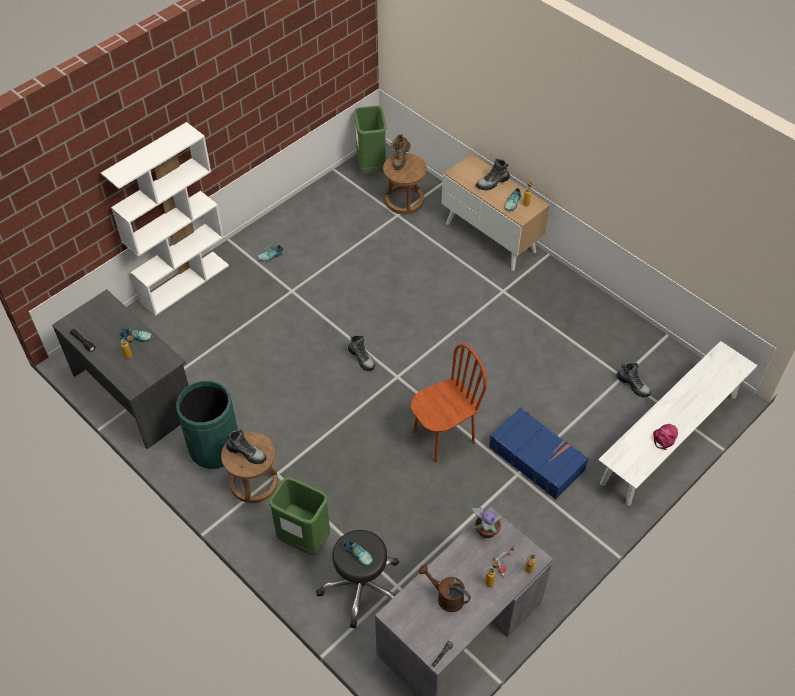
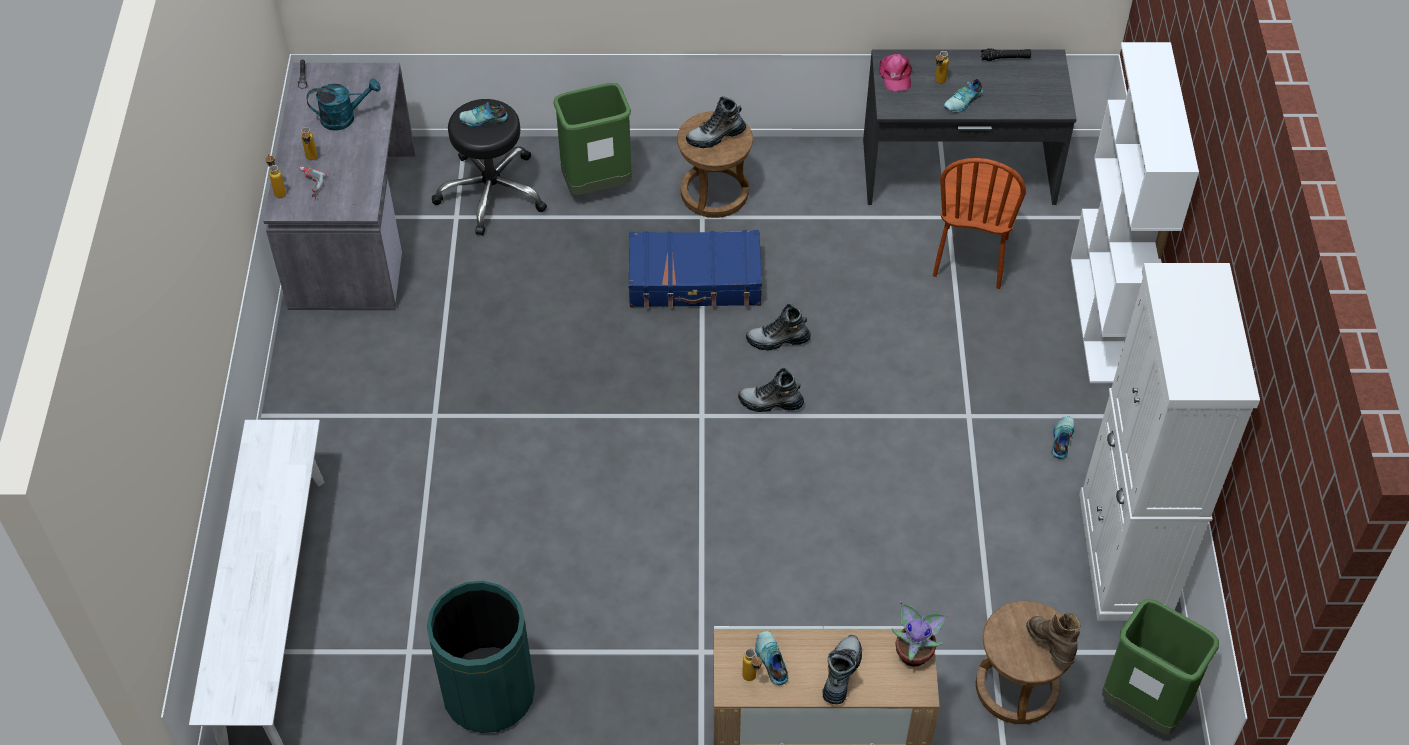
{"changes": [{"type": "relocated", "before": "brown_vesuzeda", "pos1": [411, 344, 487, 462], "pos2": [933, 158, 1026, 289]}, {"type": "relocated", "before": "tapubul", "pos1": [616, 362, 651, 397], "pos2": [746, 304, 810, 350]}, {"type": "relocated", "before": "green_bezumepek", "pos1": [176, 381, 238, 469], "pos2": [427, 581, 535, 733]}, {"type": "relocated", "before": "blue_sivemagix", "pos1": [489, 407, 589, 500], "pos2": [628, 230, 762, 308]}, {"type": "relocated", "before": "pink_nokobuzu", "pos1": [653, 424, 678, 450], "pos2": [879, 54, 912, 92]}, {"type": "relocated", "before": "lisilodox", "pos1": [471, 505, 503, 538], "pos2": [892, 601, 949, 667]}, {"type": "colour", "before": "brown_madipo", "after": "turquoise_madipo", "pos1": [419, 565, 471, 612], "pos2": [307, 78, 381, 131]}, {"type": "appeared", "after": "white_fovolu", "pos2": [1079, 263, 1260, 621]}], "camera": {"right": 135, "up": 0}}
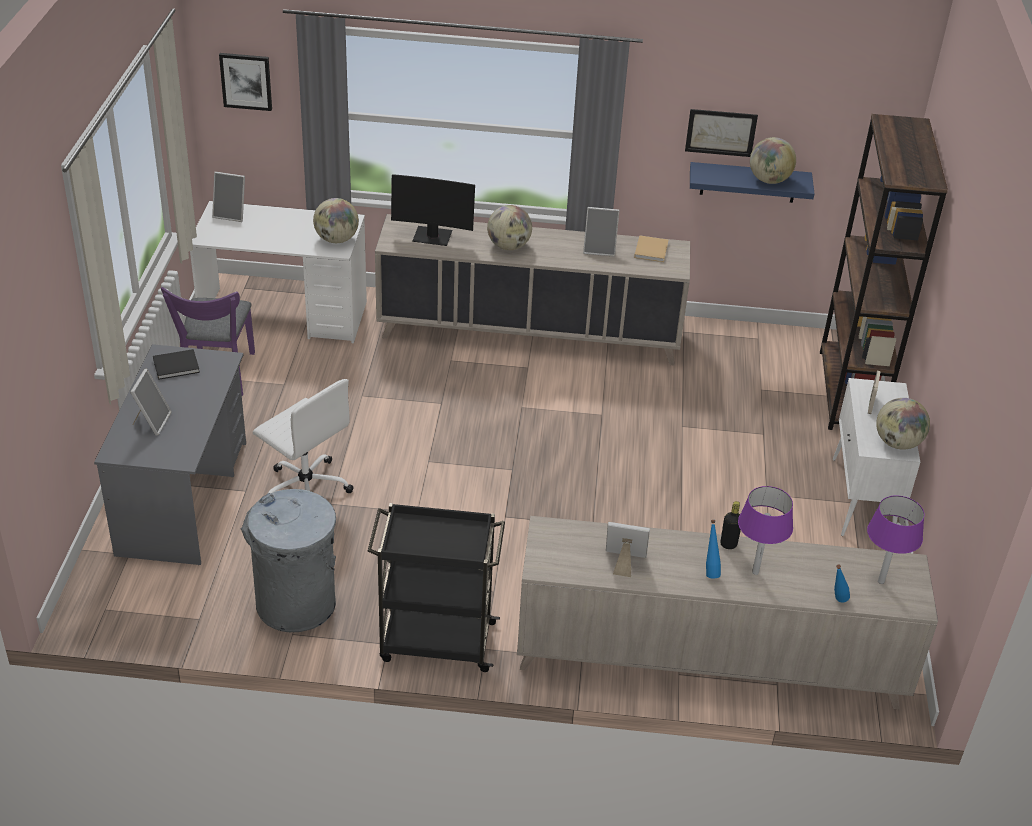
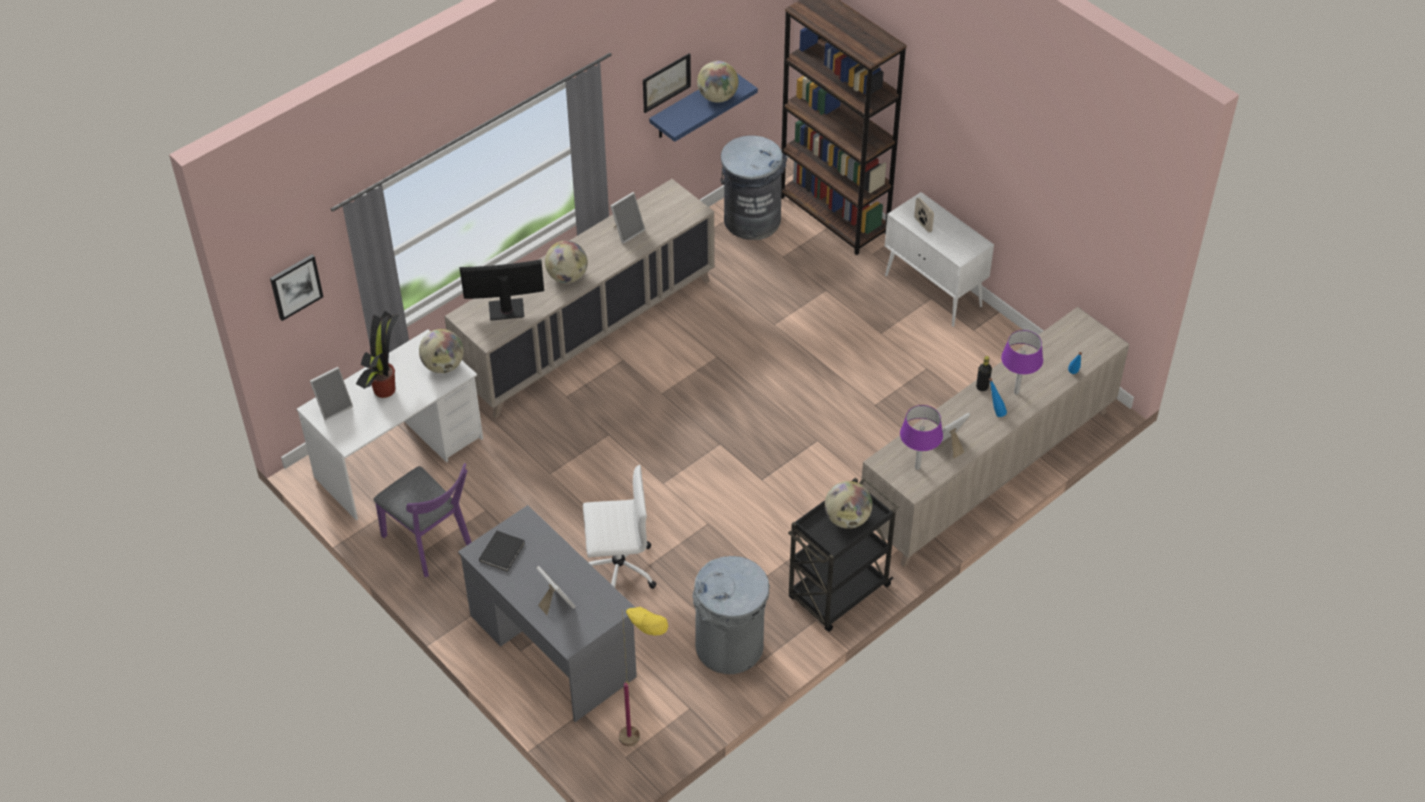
{"changes": [{"type": "spun", "before": "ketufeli", "pos1": [391, 174, 475, 246], "pos2": [459, 259, 544, 320], "turn": -150}, {"type": "missing", "before": "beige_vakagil", "pos1": [634, 235, 668, 262]}, {"type": "relocated", "before": "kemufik", "pos1": [876, 398, 930, 450], "pos2": [825, 481, 872, 529]}, {"type": "relocated", "before": "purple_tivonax", "pos1": [867, 495, 925, 584], "pos2": [900, 405, 943, 470]}, {"type": "appeared", "after": "grey_bezumepek", "pos2": [721, 135, 787, 240]}, {"type": "appeared", "after": "lisilodox", "pos2": [356, 311, 399, 398]}, {"type": "appeared", "after": "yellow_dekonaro", "pos2": [619, 607, 668, 746]}], "camera": {"right": -45, "up": 10}}
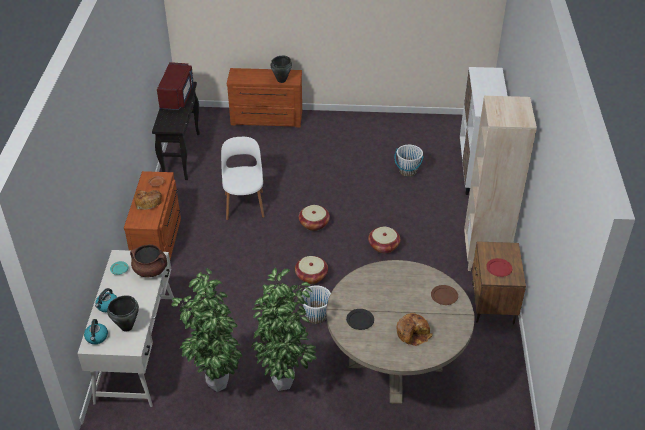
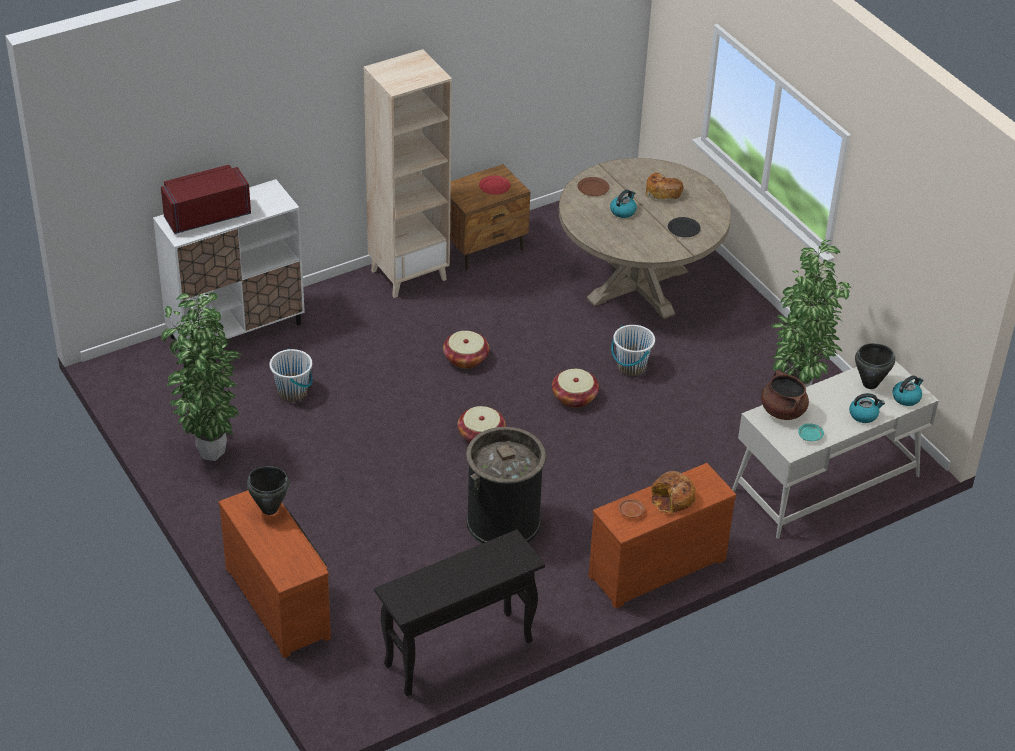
{"changes": [{"type": "relocated", "before": "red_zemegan", "pos1": [157, 62, 194, 110], "pos2": [161, 165, 251, 234]}, {"type": "exchanged", "before": "white_vesuzeda", "after": "black_bezumepek", "pos1": [221, 137, 265, 220], "pos2": [466, 427, 546, 544]}, {"type": "relocated", "before": "lisilodox", "pos1": [251, 268, 317, 391], "pos2": [161, 292, 242, 461]}, {"type": "appeared", "after": "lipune", "pos2": [610, 189, 637, 218]}], "camera": {"right": -125, "up": 0}}
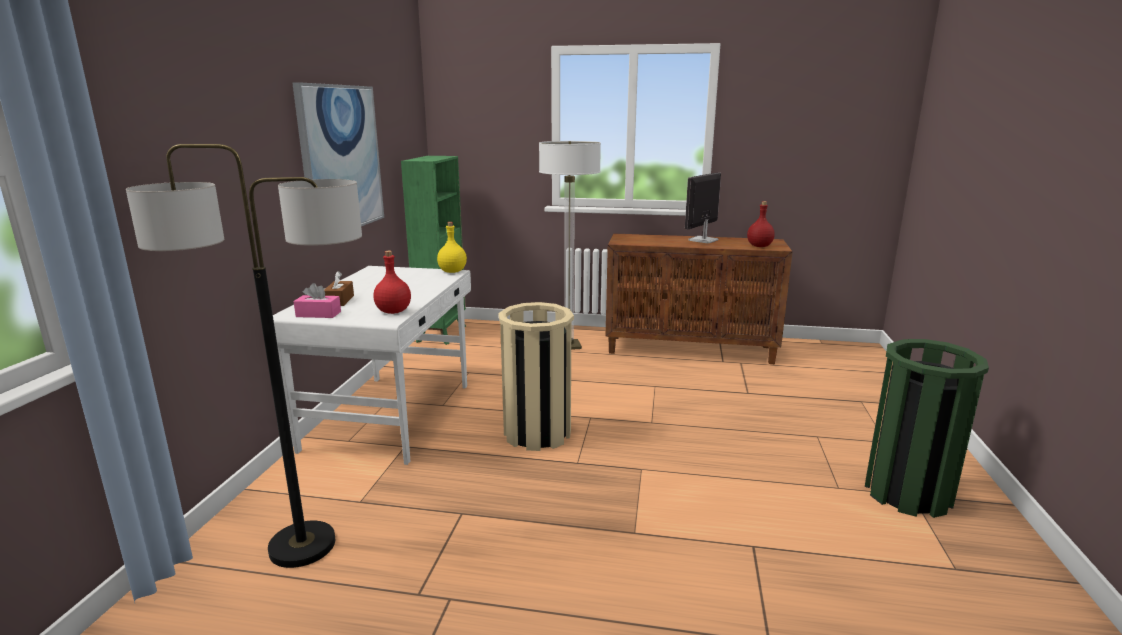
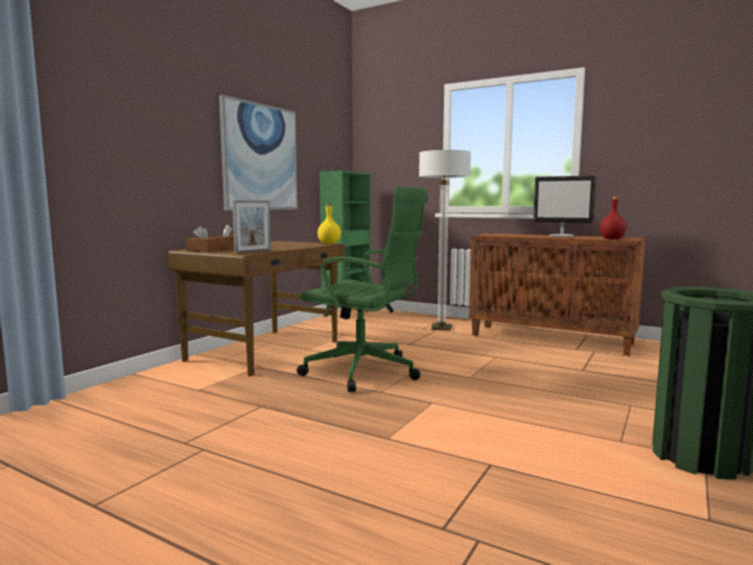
{"changes": [{"type": "missing", "before": "dekonaro", "pos1": [126, 144, 362, 568]}, {"type": "spun", "before": "ketufeli", "pos1": [685, 172, 721, 243], "pos2": [533, 175, 596, 237], "turn": -120}, {"type": "exchanged", "before": "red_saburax", "after": "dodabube", "pos1": [373, 251, 411, 314], "pos2": [232, 200, 271, 253]}, {"type": "colour", "before": "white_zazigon", "after": "brown_zazigon", "pos1": [273, 266, 471, 465], "pos2": [168, 241, 345, 376]}, {"type": "colour", "before": "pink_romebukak", "after": "brown_romebukak", "pos1": [294, 283, 341, 318], "pos2": [186, 226, 219, 252]}, {"type": "exchanged", "before": "beige_bezumepek", "after": "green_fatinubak", "pos1": [498, 302, 574, 451], "pos2": [297, 186, 428, 392]}], "camera": {"right": 20, "up": -10}}
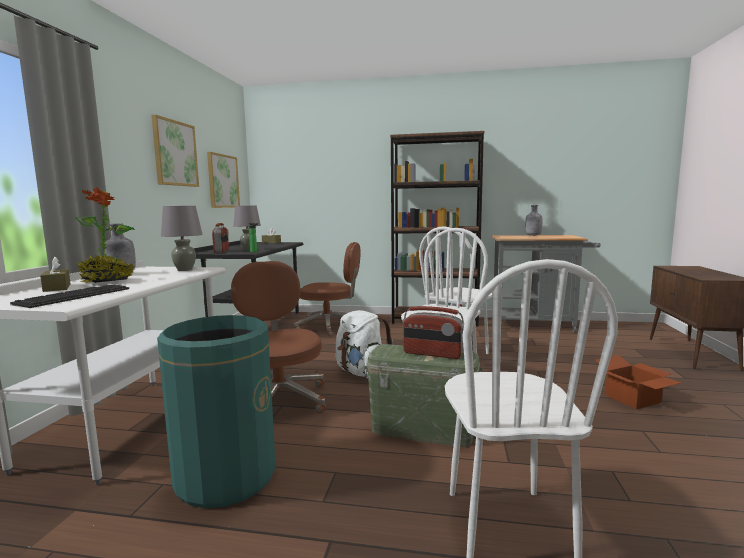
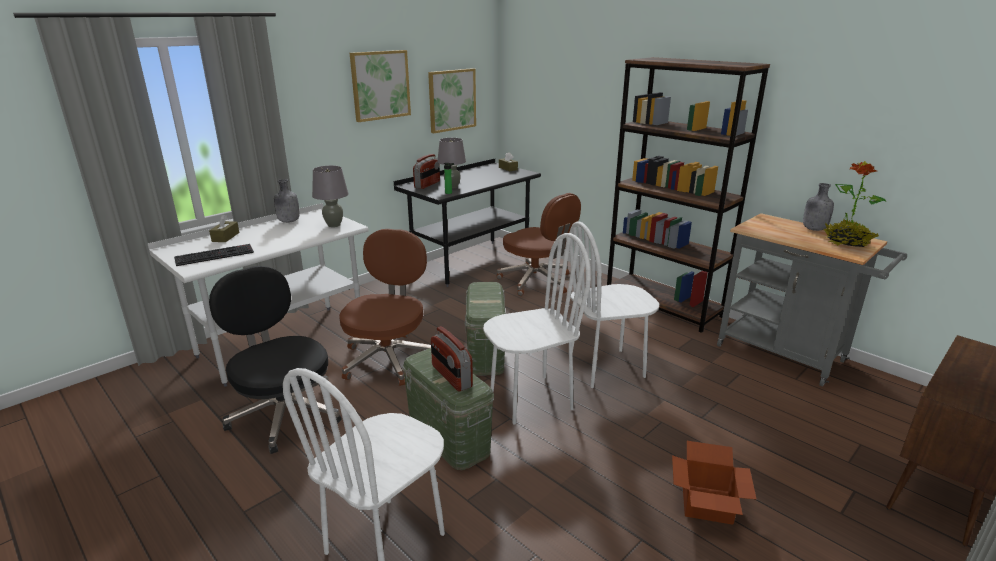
{"changes": [{"type": "relocated", "before": "lisilodox", "pos1": [75, 187, 135, 283], "pos2": [824, 161, 886, 247]}, {"type": "exchanged", "before": "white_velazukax", "after": "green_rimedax", "pos1": [336, 310, 393, 377], "pos2": [465, 282, 506, 376]}, {"type": "exchanged", "before": "green_bezumepek", "after": "black_fatinubak", "pos1": [157, 315, 276, 508], "pos2": [209, 266, 342, 454]}], "camera": {"right": 35, "up": 15}}
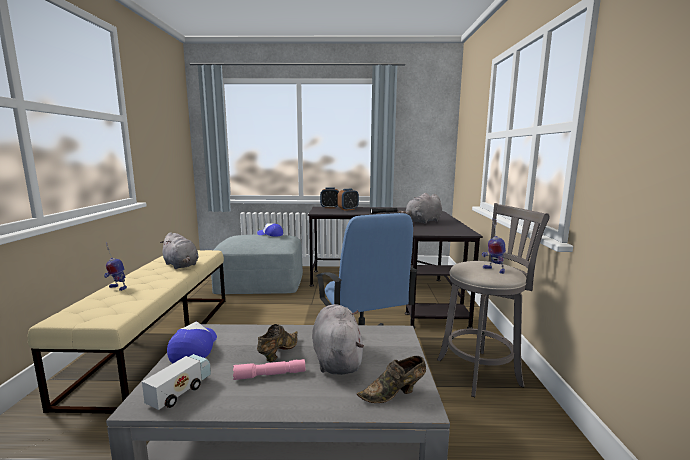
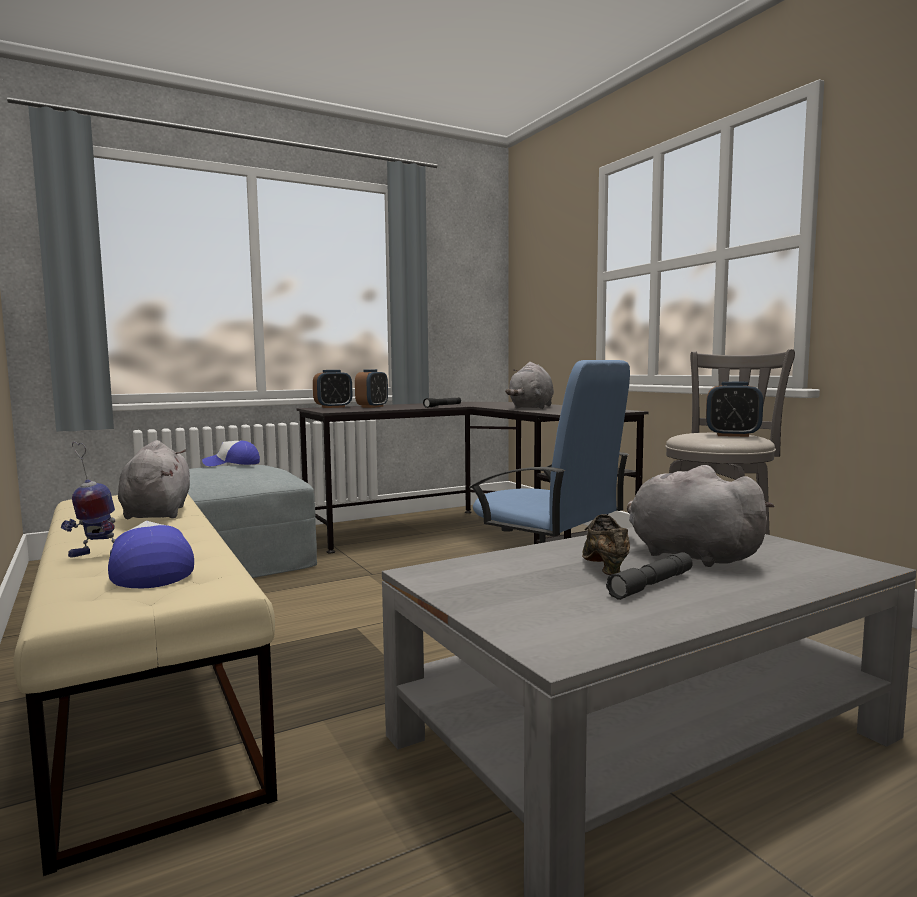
{"changes": [{"type": "exchanged", "before": "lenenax", "after": "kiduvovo", "pos1": [481, 218, 506, 274], "pos2": [706, 382, 763, 437]}, {"type": "spun", "before": "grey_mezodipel", "pos1": [160, 232, 198, 269], "pos2": [118, 440, 190, 519], "turn": -120}, {"type": "relocated", "before": "nokobuzu", "pos1": [167, 322, 217, 363], "pos2": [108, 521, 194, 588]}, {"type": "missing", "before": "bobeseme", "pos1": [142, 354, 211, 410]}, {"type": "missing", "before": "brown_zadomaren", "pos1": [357, 356, 426, 403]}, {"type": "colour", "before": "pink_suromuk", "after": "grey_suromuk", "pos1": [233, 359, 305, 380], "pos2": [606, 552, 693, 600]}], "camera": {"right": -30, "up": -5}}
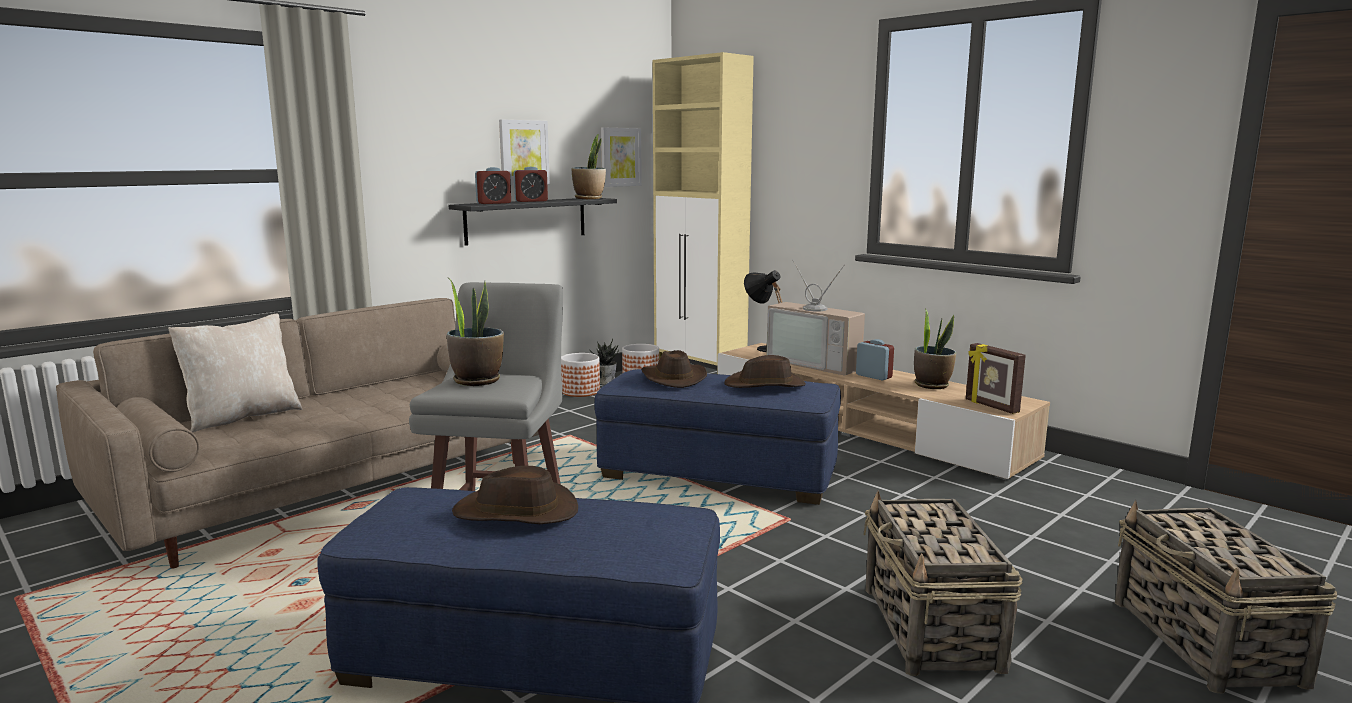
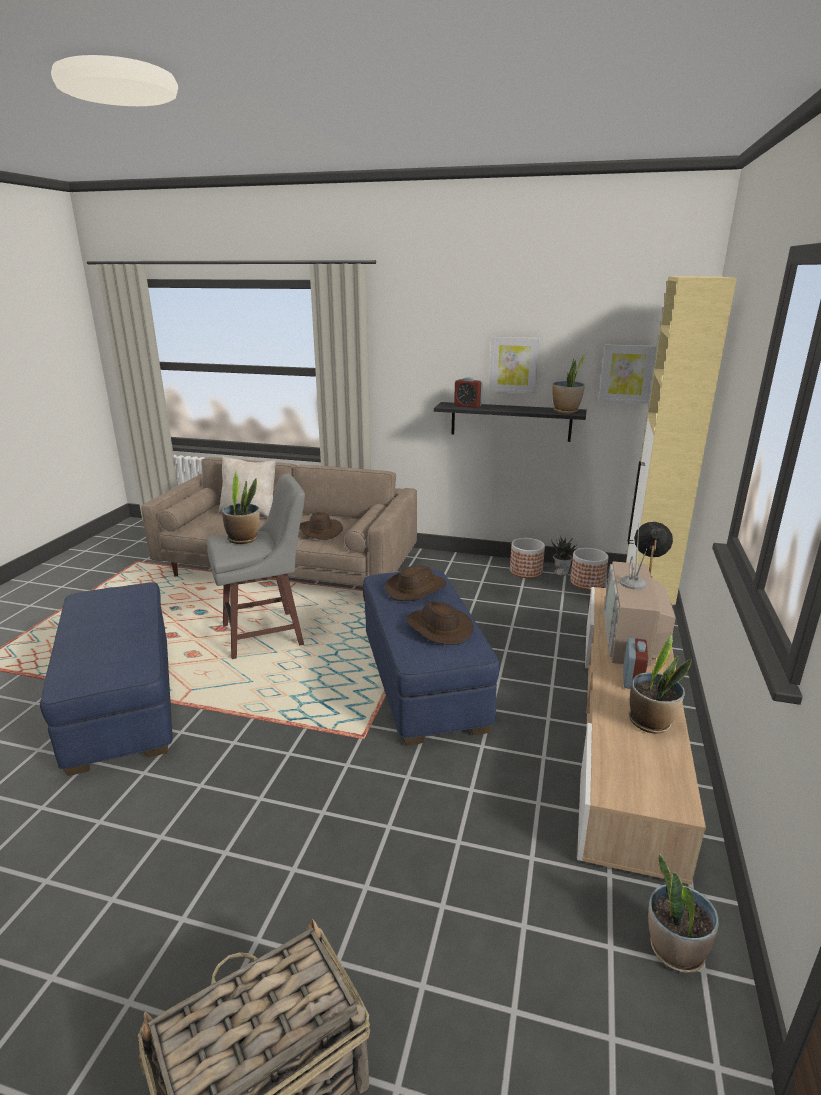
{"changes": [{"type": "missing", "before": "kiduvovo", "pos1": [513, 167, 548, 202]}, {"type": "missing", "before": "dodabube", "pos1": [966, 343, 1026, 414]}, {"type": "relocated", "before": "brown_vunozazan", "pos1": [452, 466, 578, 524], "pos2": [299, 512, 343, 540]}, {"type": "missing", "before": "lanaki", "pos1": [863, 491, 1023, 676]}, {"type": "appeared", "after": "lisilodox", "pos2": [648, 855, 719, 973]}], "camera": {"right": 60, "up": 10}}
